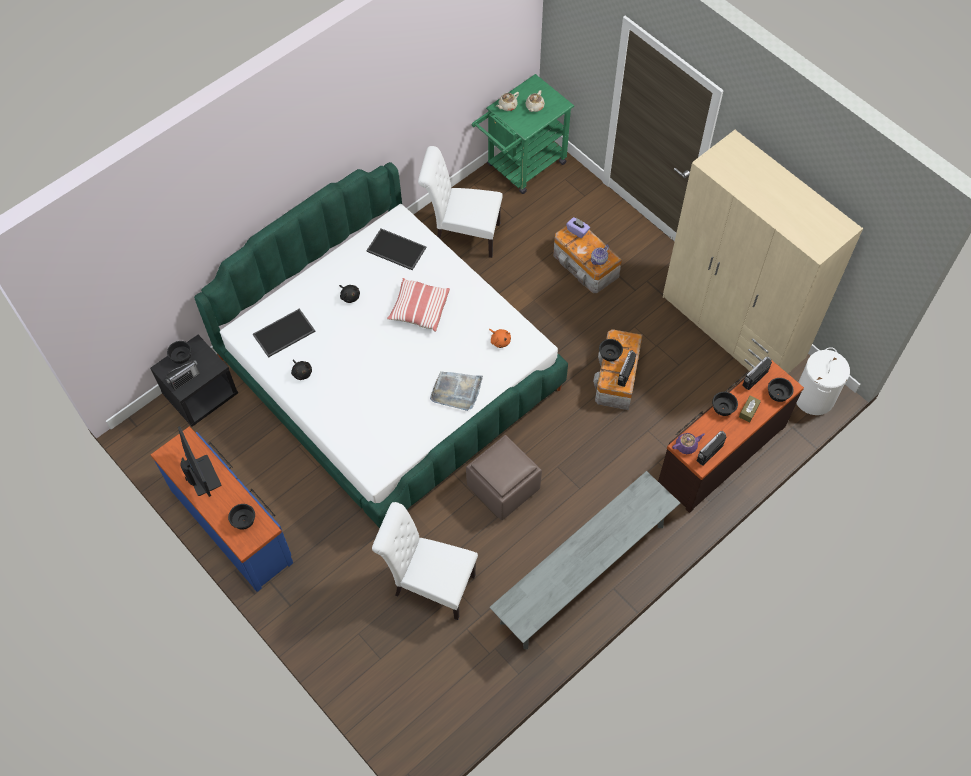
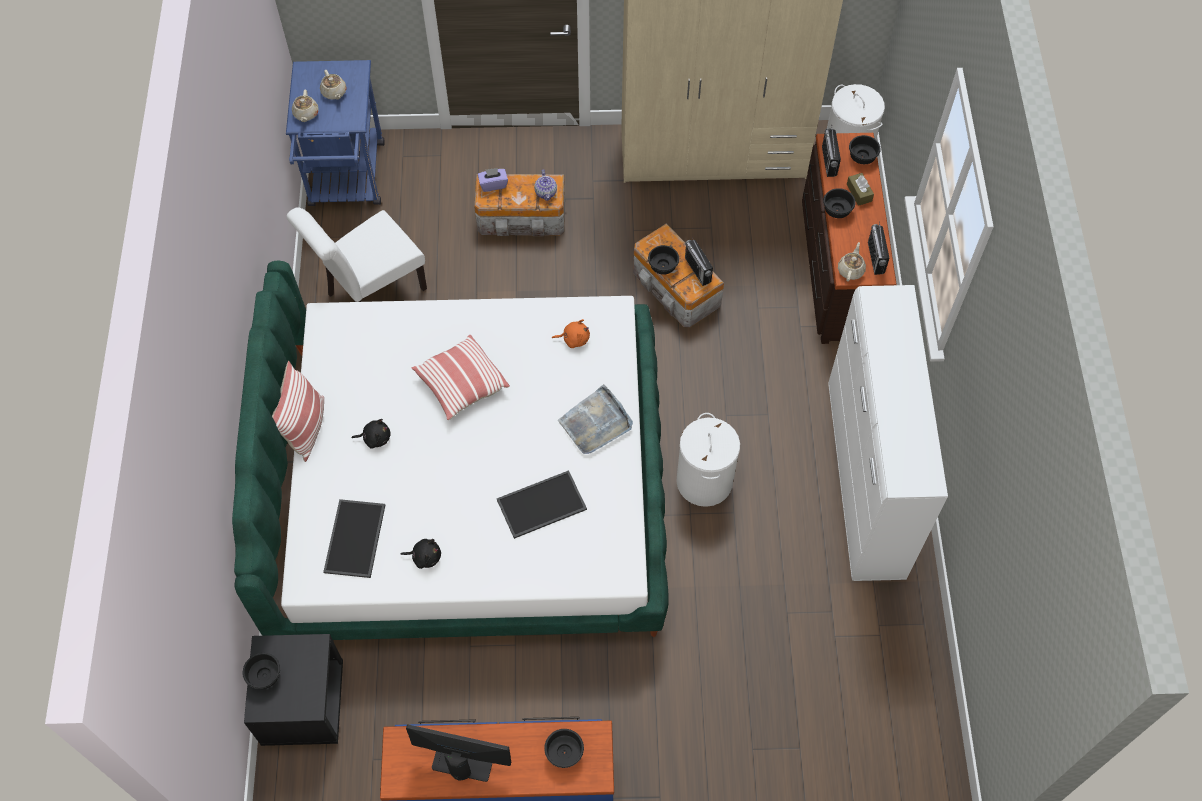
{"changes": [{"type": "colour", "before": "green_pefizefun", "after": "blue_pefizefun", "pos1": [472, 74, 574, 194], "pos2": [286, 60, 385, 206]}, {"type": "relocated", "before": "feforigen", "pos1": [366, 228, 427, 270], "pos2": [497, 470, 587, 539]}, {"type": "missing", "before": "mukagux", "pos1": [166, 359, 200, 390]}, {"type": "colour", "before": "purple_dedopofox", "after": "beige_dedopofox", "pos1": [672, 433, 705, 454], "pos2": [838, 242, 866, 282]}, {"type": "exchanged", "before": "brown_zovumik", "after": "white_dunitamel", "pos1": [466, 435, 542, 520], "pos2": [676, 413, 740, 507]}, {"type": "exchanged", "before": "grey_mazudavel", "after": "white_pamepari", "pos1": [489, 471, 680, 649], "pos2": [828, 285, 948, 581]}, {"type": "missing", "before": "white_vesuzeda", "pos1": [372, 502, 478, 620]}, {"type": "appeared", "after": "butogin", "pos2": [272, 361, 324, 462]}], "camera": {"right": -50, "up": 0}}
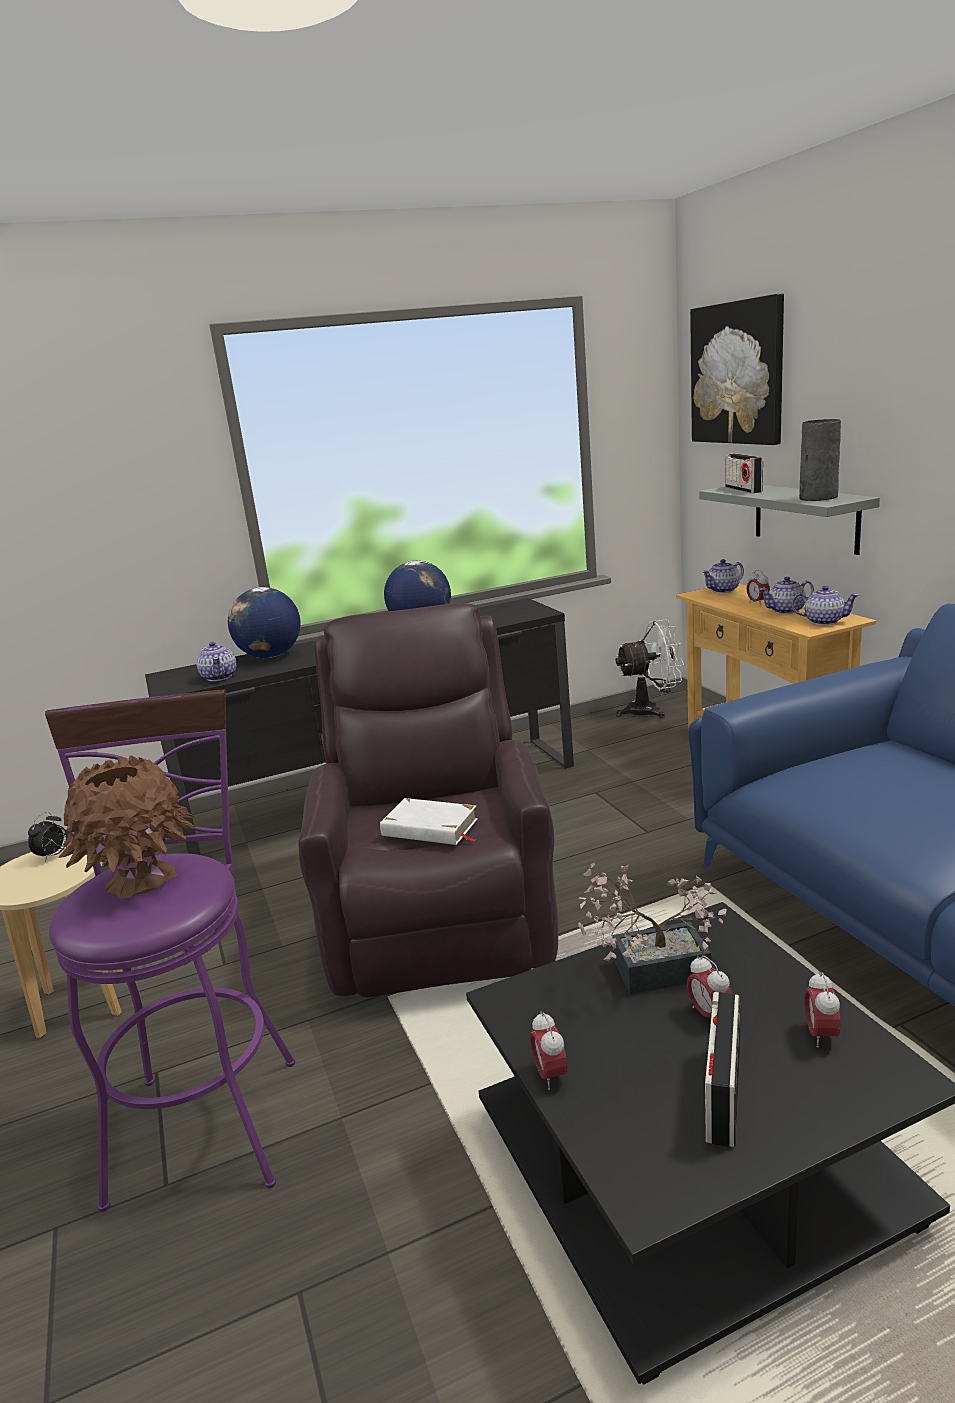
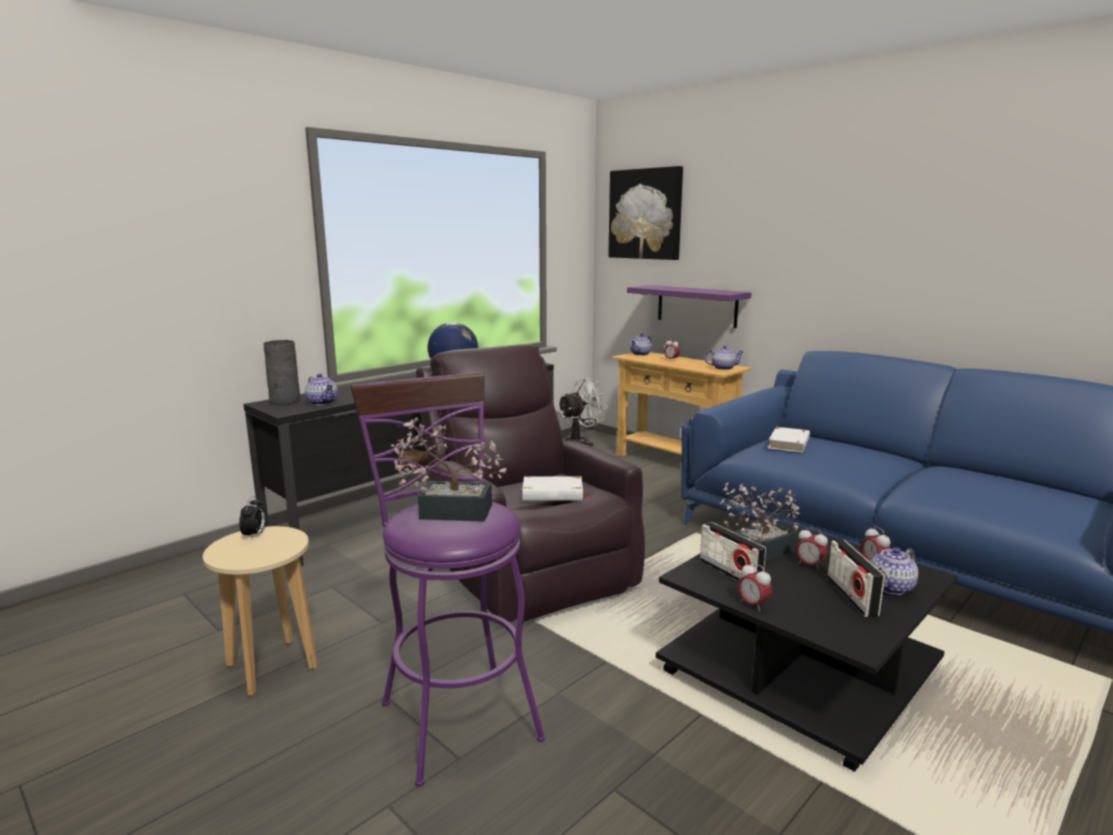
{"changes": [{"type": "relocated", "before": "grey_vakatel", "pos1": [799, 419, 841, 501], "pos2": [264, 340, 300, 405]}, {"type": "relocated", "before": "mukagux", "pos1": [725, 453, 763, 493], "pos2": [700, 522, 766, 582]}, {"type": "colour", "before": "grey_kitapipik", "after": "purple_kitapipik", "pos1": [699, 485, 880, 555], "pos2": [627, 285, 751, 328]}, {"type": "relocated", "before": "dedopofox", "pos1": [759, 577, 814, 614], "pos2": [871, 547, 918, 595]}, {"type": "missing", "before": "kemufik", "pos1": [228, 587, 301, 658]}, {"type": "exchanged", "before": "brown_vakatel", "after": "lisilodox", "pos1": [58, 755, 196, 899], "pos2": [391, 417, 507, 522]}, {"type": "appeared", "after": "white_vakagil", "pos2": [768, 427, 810, 452]}], "camera": {"right": -25, "up": -5}}
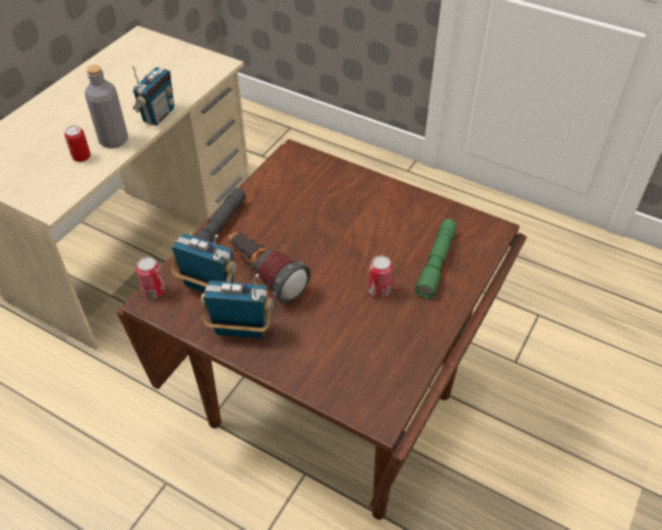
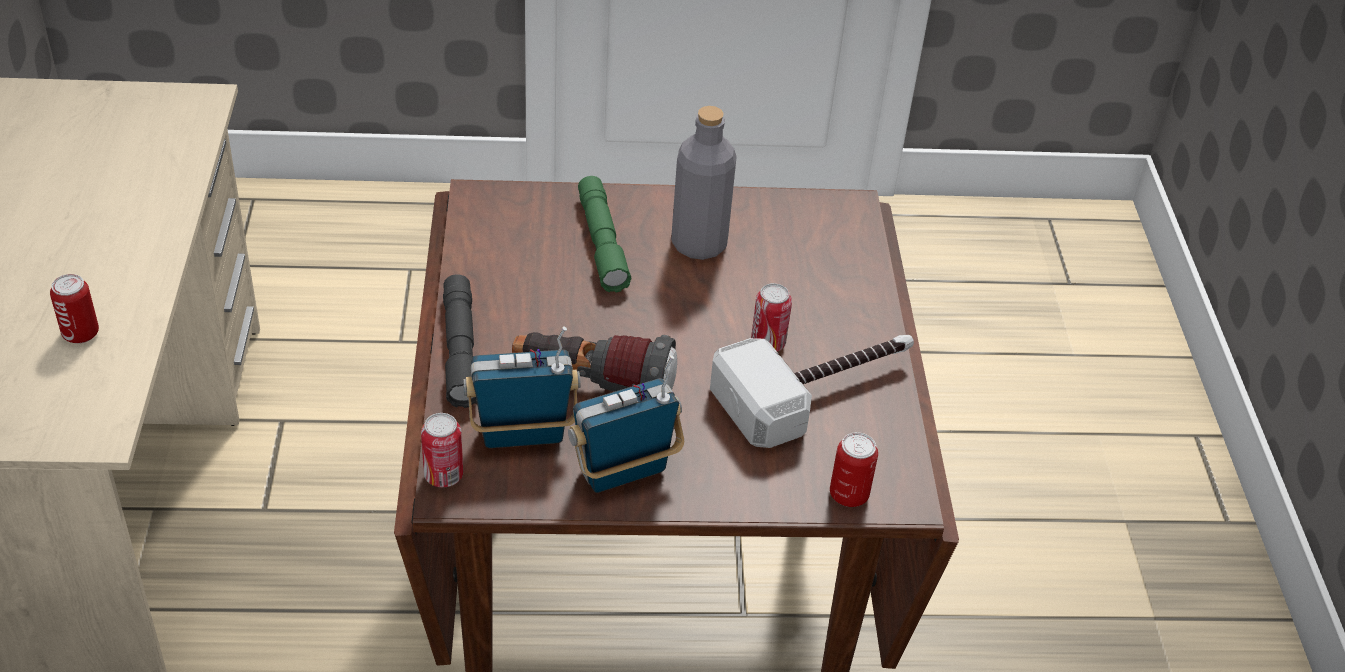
{"changes": [{"type": "relocated", "before": "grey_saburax", "pos1": [85, 65, 128, 148], "pos2": [671, 106, 737, 260]}, {"type": "missing", "before": "mukagux", "pos1": [131, 65, 174, 126]}, {"type": "relocated", "before": "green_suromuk", "pos1": [415, 219, 457, 299], "pos2": [578, 176, 631, 292]}, {"type": "appeared", "after": "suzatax", "pos2": [710, 335, 914, 448]}, {"type": "appeared", "after": "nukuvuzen", "pos2": [830, 432, 878, 507]}], "camera": {"right": -35, "up": -5}}
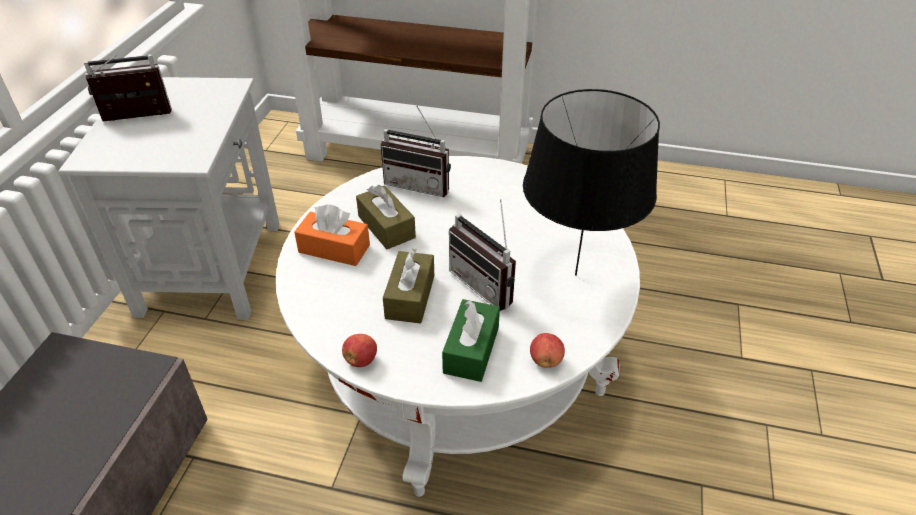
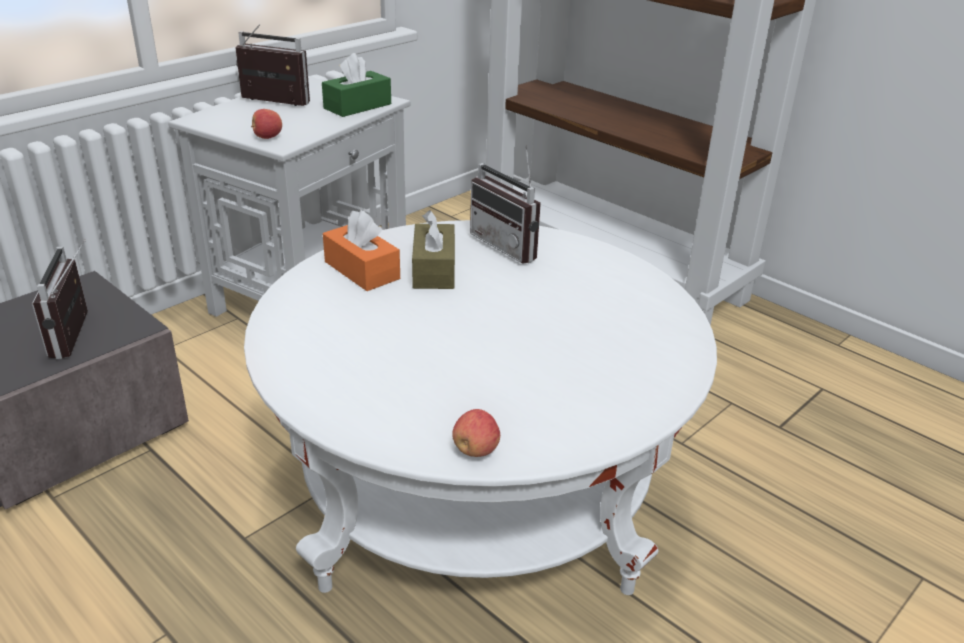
{"changes": [{"type": "missing", "before": "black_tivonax", "pos1": [523, 89, 660, 276]}, {"type": "relocated", "before": "mukagux", "pos1": [449, 199, 516, 311], "pos2": [32, 240, 88, 359]}, {"type": "missing", "before": "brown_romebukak", "pos1": [383, 249, 434, 324]}, {"type": "relocated", "before": "green_romebukak", "pos1": [442, 299, 500, 382], "pos2": [322, 53, 391, 117]}, {"type": "relocated", "before": "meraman", "pos1": [342, 334, 377, 367], "pos2": [251, 109, 282, 139]}], "camera": {"right": 30, "up": -10}}
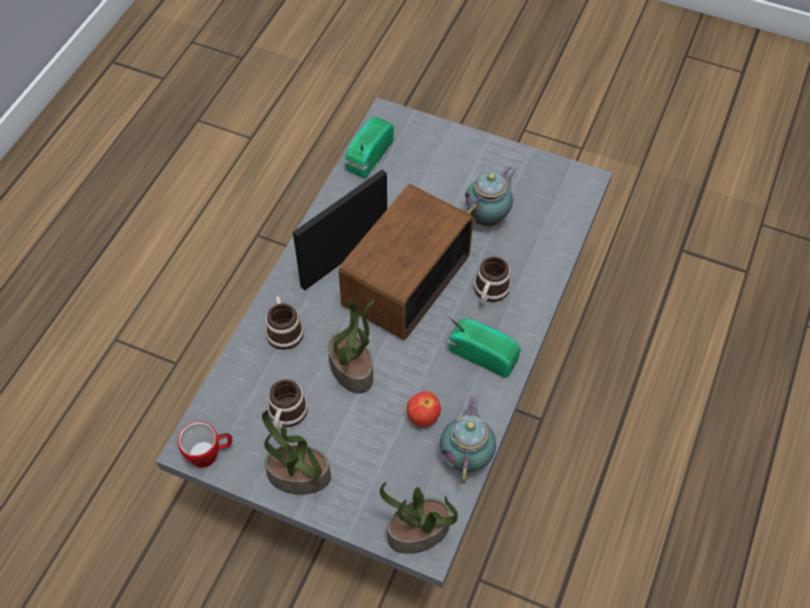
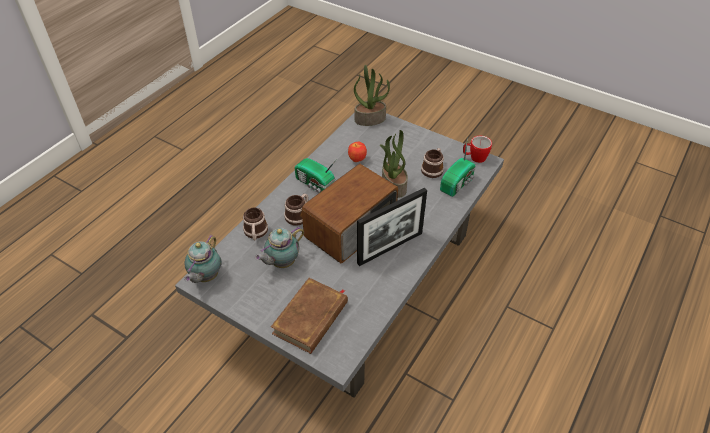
{"changes": [{"type": "relocated", "before": "mukagux", "pos1": [344, 117, 394, 178], "pos2": [440, 138, 476, 197]}, {"type": "relocated", "before": "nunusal", "pos1": [266, 296, 304, 350], "pos2": [243, 208, 268, 240]}, {"type": "relocated", "before": "dedopofox", "pos1": [440, 395, 496, 484], "pos2": [184, 235, 222, 283]}, {"type": "missing", "before": "lisilodox", "pos1": [262, 410, 331, 495]}, {"type": "appeared", "after": "brown_vakagil", "pos2": [271, 278, 348, 354]}], "camera": {"right": -170, "up": -10}}
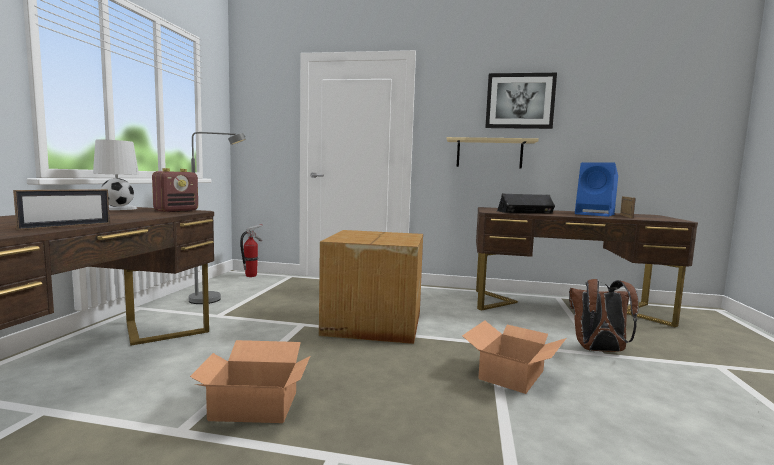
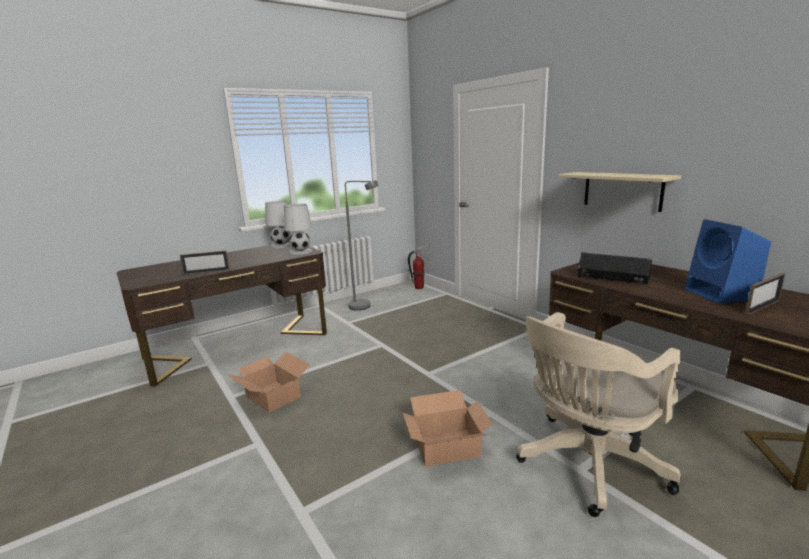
{"changes": [{"type": "missing", "before": "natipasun", "pos1": [485, 73, 557, 129]}, {"type": "exchanged", "before": "mukagux", "after": "white_tivonax", "pos1": [152, 168, 198, 212], "pos2": [284, 204, 312, 255]}, {"type": "missing", "before": "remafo", "pos1": [319, 230, 423, 344]}, {"type": "exchanged", "before": "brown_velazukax", "after": "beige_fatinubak", "pos1": [569, 279, 639, 352], "pos2": [516, 312, 681, 517]}], "camera": {"right": 45, "up": 10}}
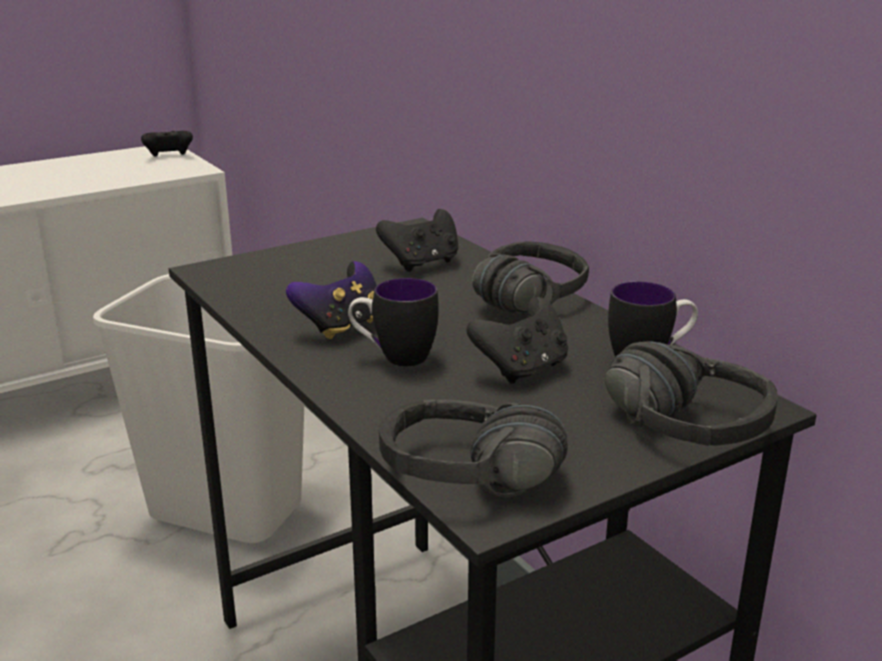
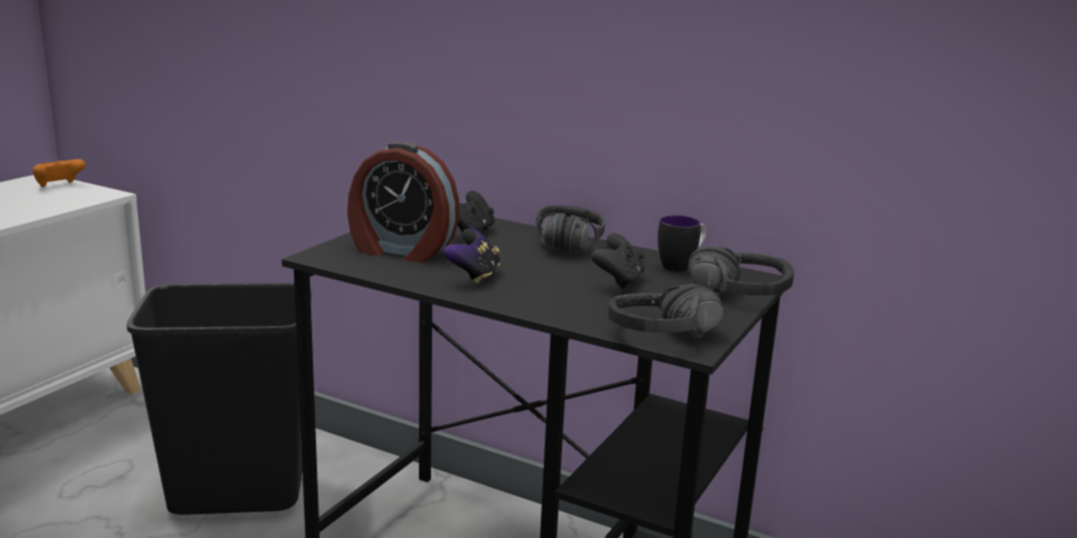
{"changes": [{"type": "colour", "before": "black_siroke", "after": "orange_siroke", "pos1": [141, 131, 193, 157], "pos2": [33, 159, 86, 187]}, {"type": "colour", "before": "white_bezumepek", "after": "black_bezumepek", "pos1": [93, 274, 304, 543], "pos2": [127, 283, 312, 515]}, {"type": "missing", "before": "nunusal", "pos1": [348, 278, 439, 367]}, {"type": "appeared", "after": "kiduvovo", "pos2": [347, 142, 459, 263]}], "camera": {"right": -30, "up": -5}}
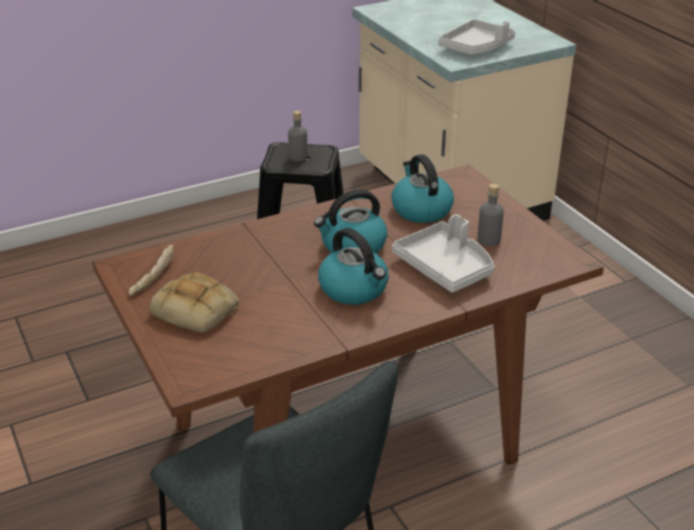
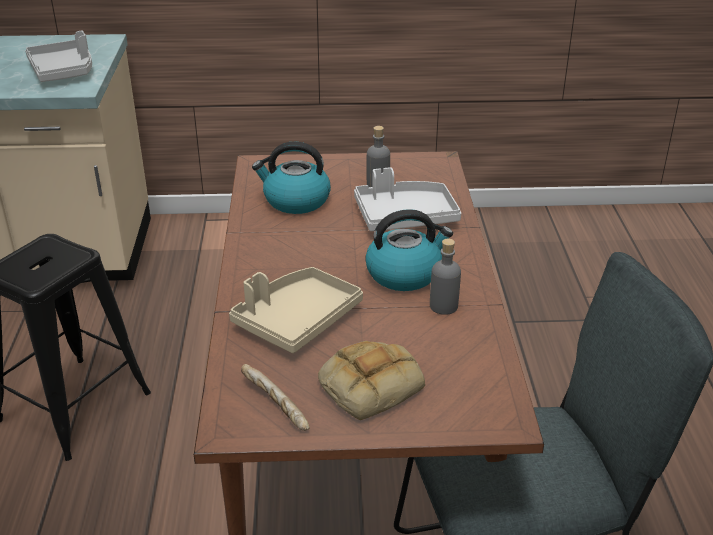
{"changes": [{"type": "relocated", "before": "grey_saburax", "pos1": [288, 111, 307, 162], "pos2": [430, 239, 461, 315]}, {"type": "missing", "before": "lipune", "pos1": [314, 189, 387, 254]}, {"type": "appeared", "after": "beige_feforigen", "pos2": [229, 267, 363, 353]}], "camera": {"right": -65, "up": 0}}
